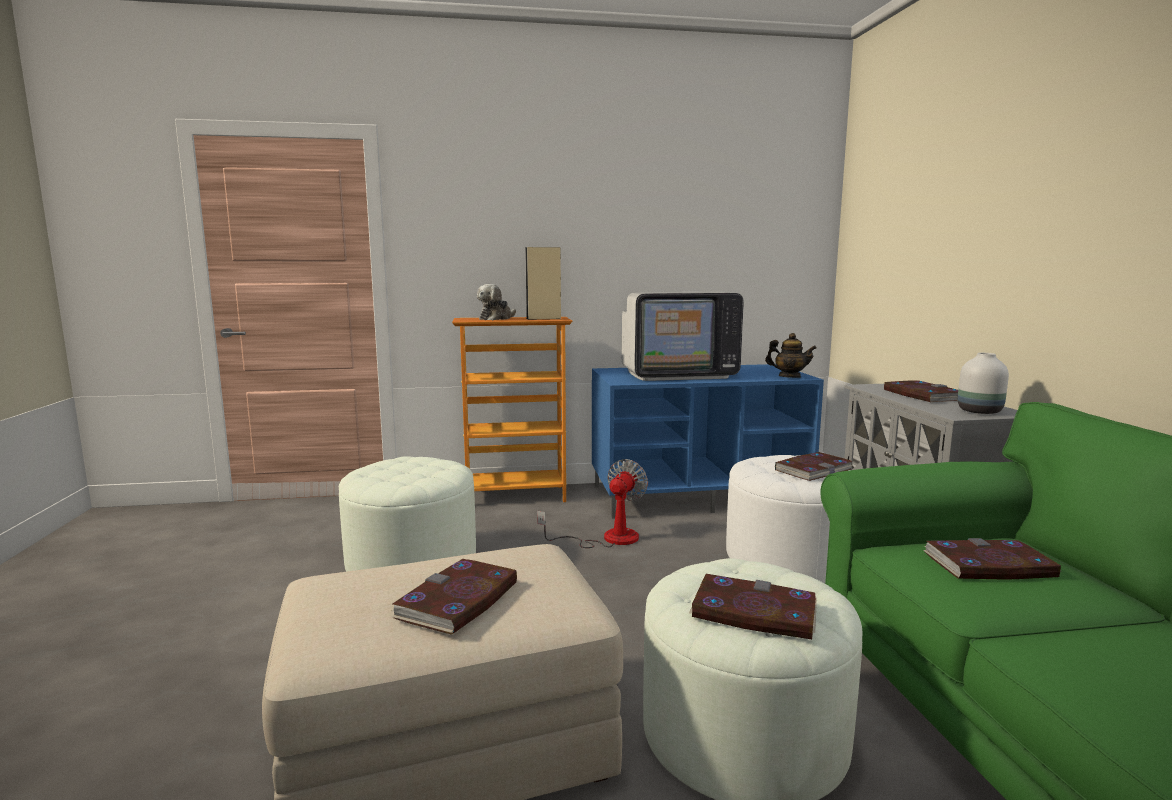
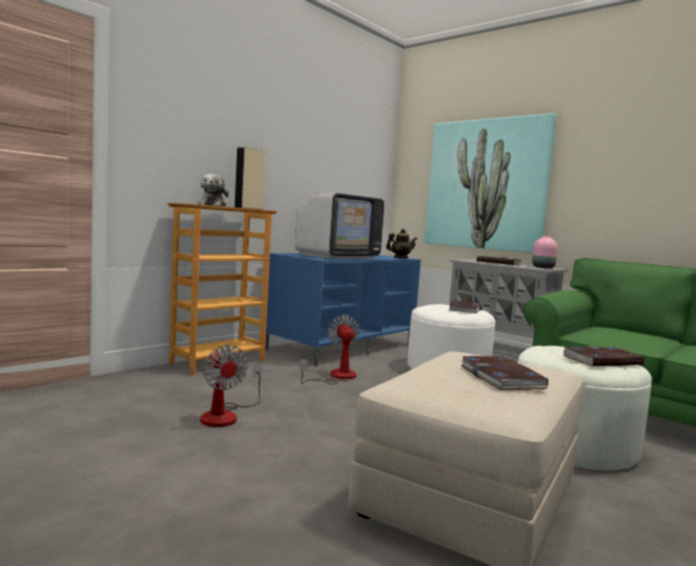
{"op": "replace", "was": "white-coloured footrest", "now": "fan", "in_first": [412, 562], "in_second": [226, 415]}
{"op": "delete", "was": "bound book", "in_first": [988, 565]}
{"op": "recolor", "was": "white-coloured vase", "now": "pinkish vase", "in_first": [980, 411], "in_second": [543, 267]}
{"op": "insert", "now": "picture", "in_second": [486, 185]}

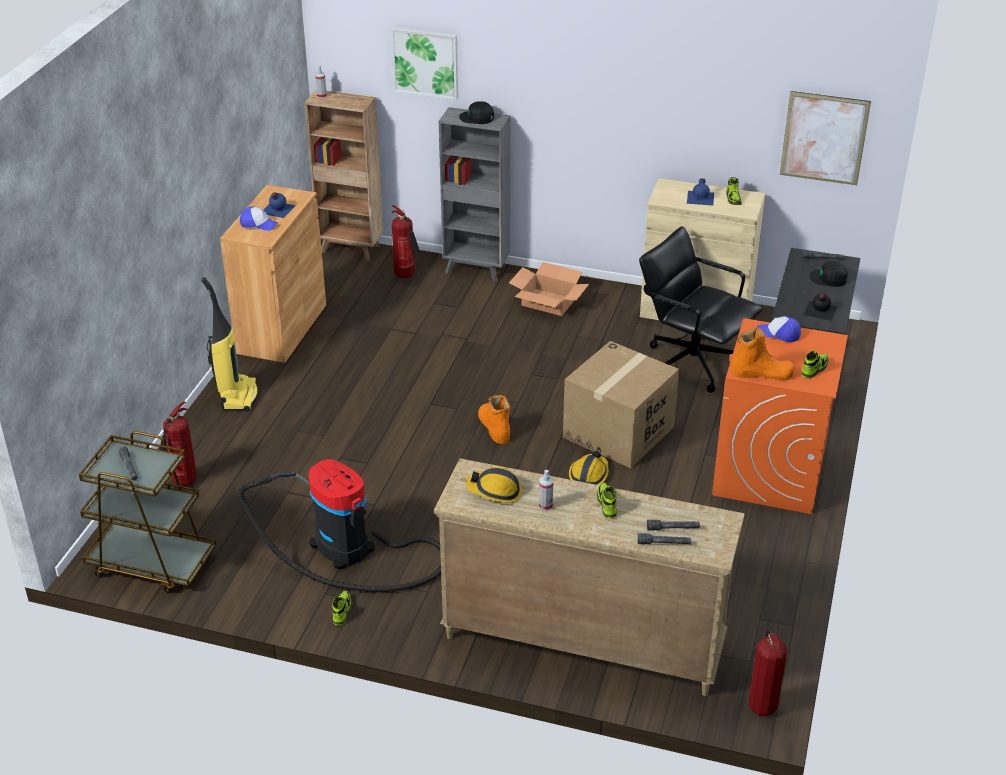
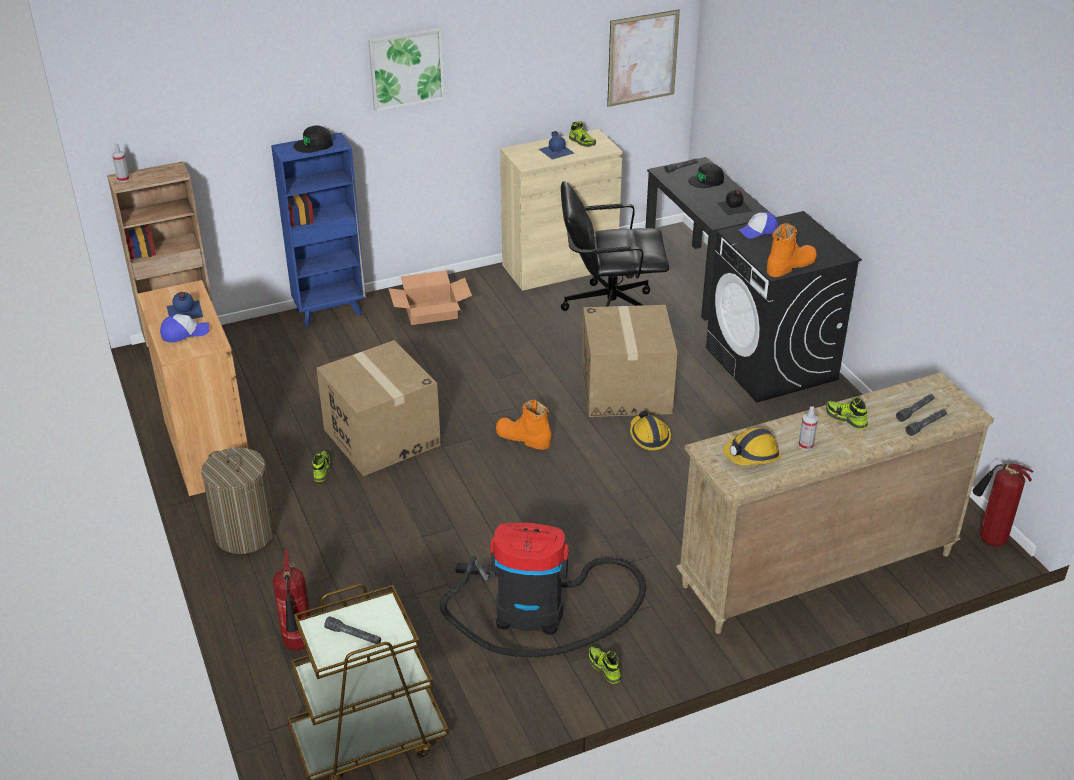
{"op": "replace", "was": "hoover", "now": "washing basket", "in_first": [237, 395], "in_second": [245, 534]}
{"op": "move", "was": "picture", "in_first": [425, 62], "in_second": [406, 68]}
{"op": "delete", "was": "fire-fighting cylinder", "in_first": [406, 276]}
{"op": "recolor", "was": "gray shelving unit", "now": "bluish shelving unit", "in_first": [476, 269], "in_second": [330, 312]}
{"op": "recolor", "was": "orangey washing machine", "now": "black-coloured washing machine", "in_first": [769, 472], "in_second": [771, 364]}
{"op": "move", "was": "item of footwear", "in_first": [814, 369], "in_second": [321, 470]}
{"op": "insert", "now": "packing box", "in_second": [381, 437]}

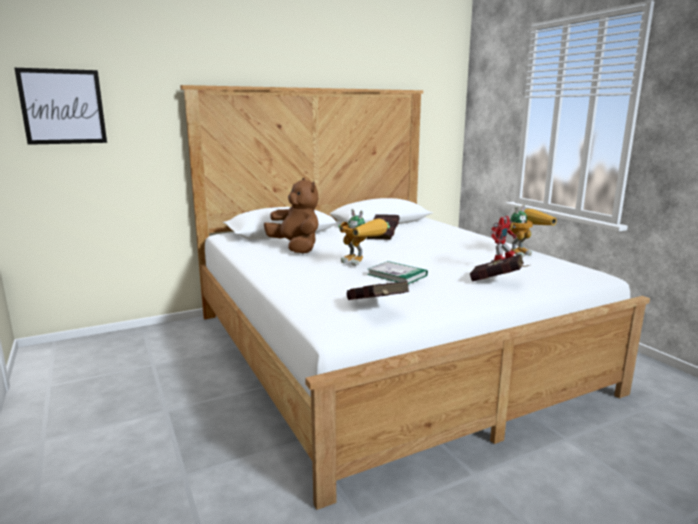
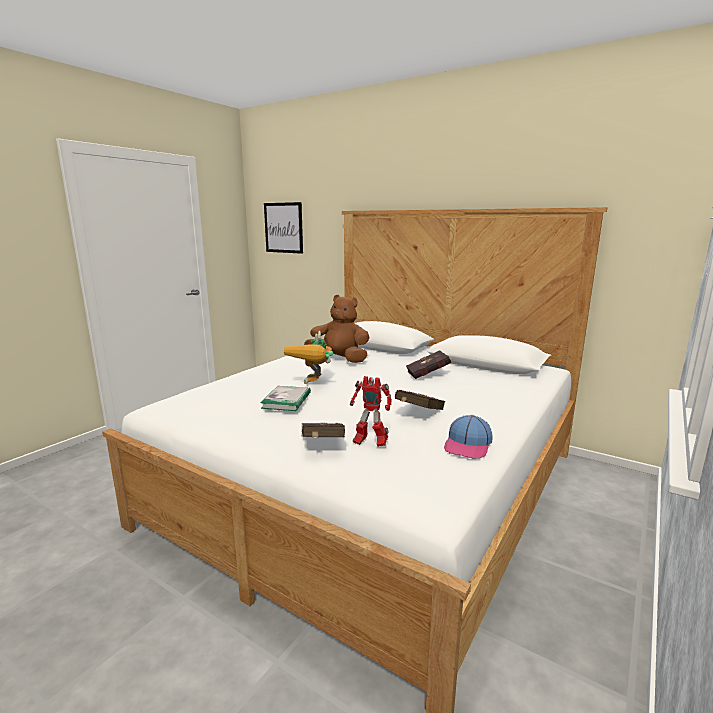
{"op": "rotate", "was": "brownish cuddly toy", "in_first": [296, 248], "in_second": [339, 359], "clockwise": -90}
{"op": "move", "was": "red-coloured bound book", "in_first": [377, 307], "in_second": [418, 414]}
{"op": "replace", "was": "robot figure", "now": "baseball cap", "in_first": [522, 253], "in_second": [468, 445]}

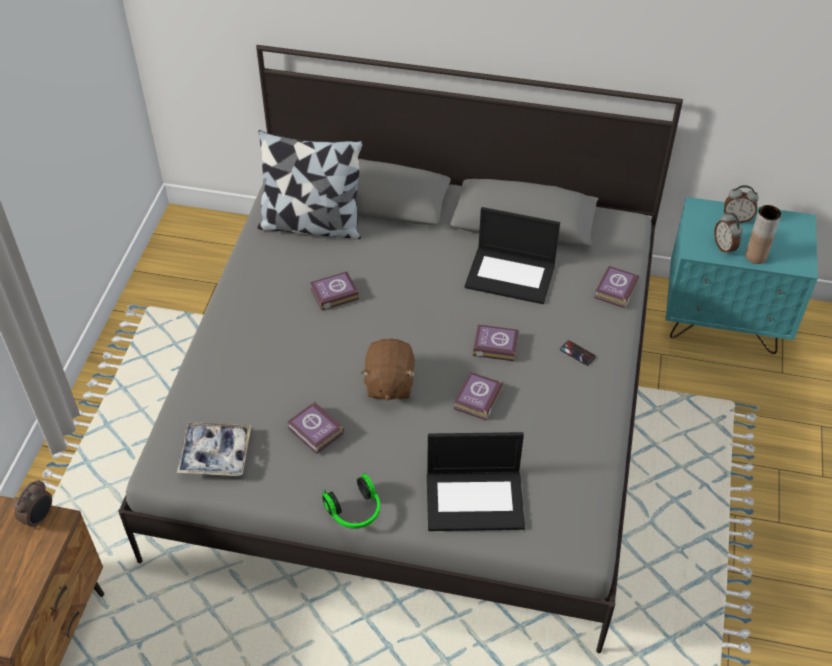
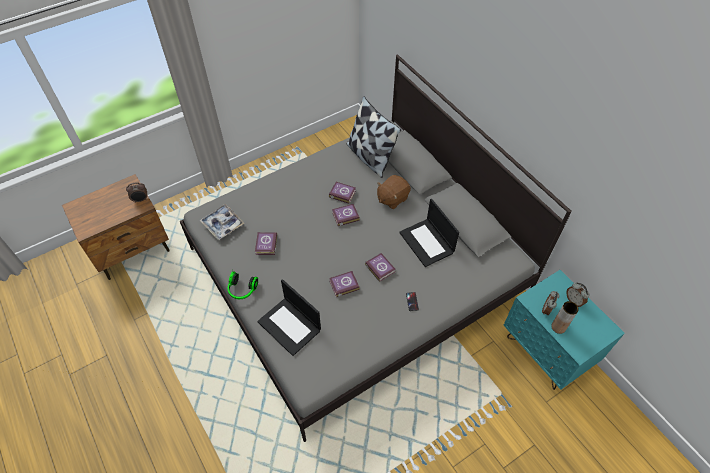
{"op": "move", "was": "brownish cuddly toy", "in_first": [389, 383], "in_second": [392, 198]}
{"op": "move", "was": "bound book", "in_first": [614, 290], "in_second": [345, 216]}

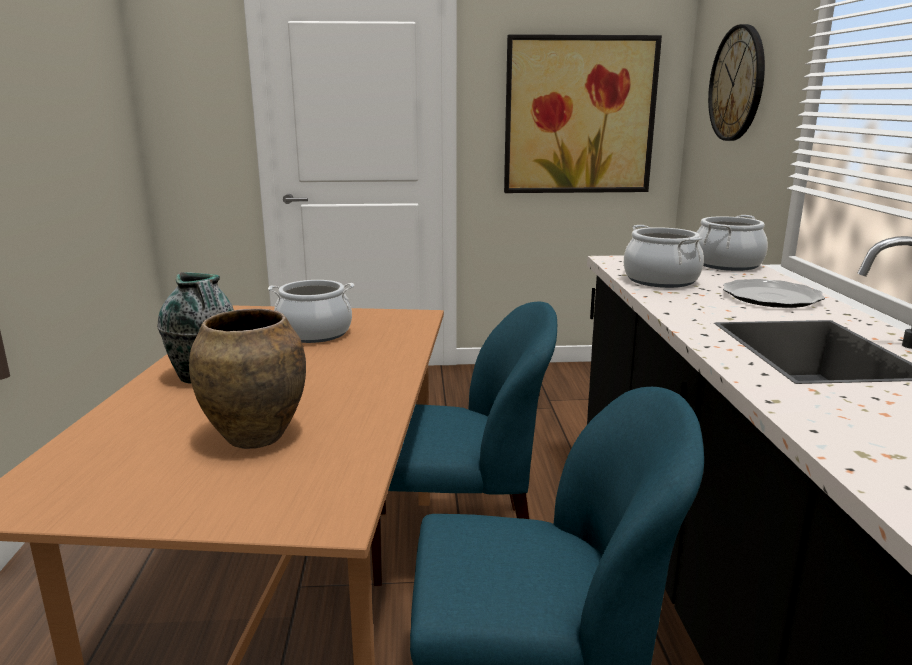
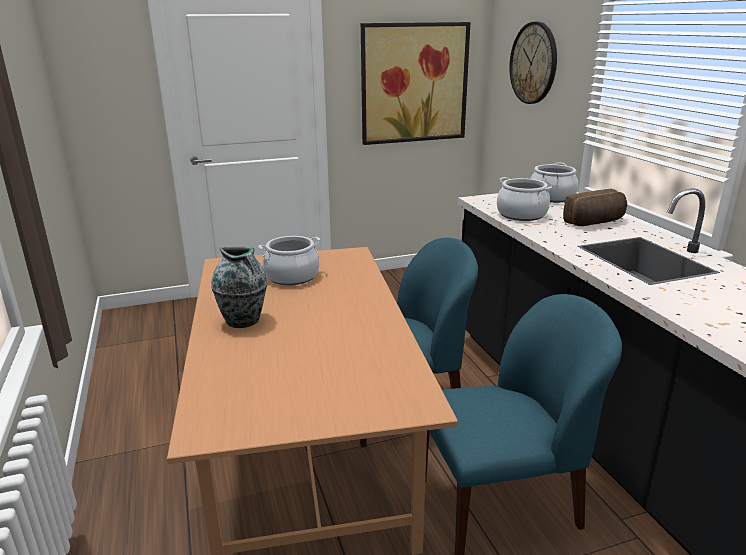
{"op": "delete", "was": "brownish vase", "in_first": [254, 437]}
{"op": "replace", "was": "plate", "now": "bakery bread", "in_first": [770, 297], "in_second": [595, 222]}

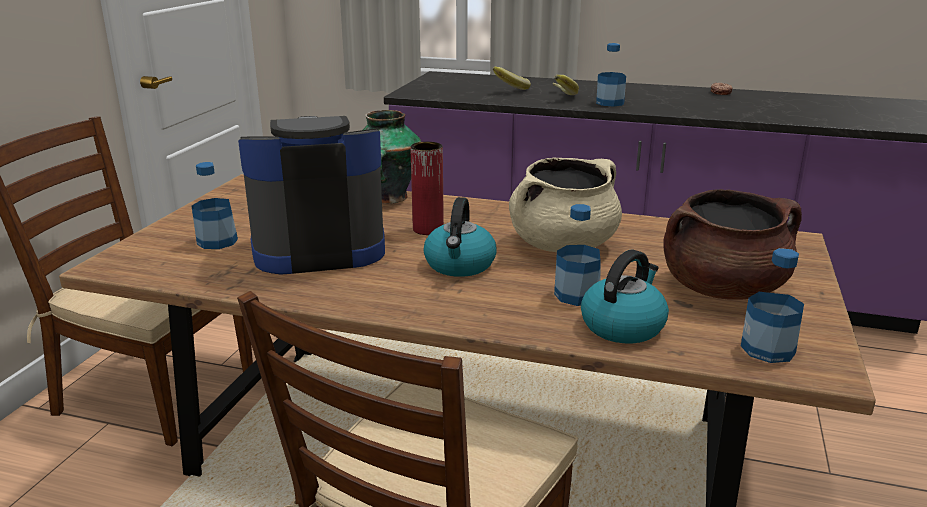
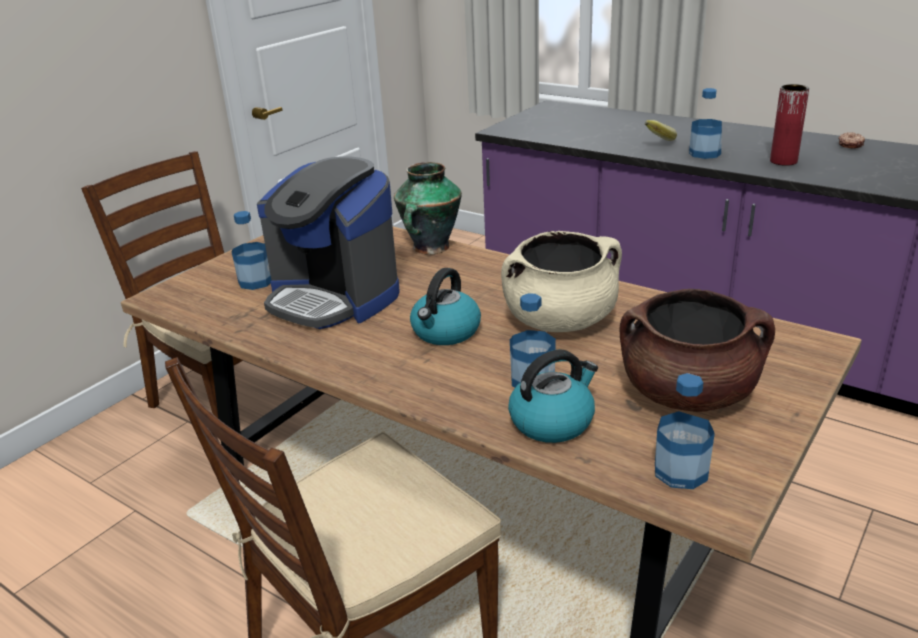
{"op": "rotate", "was": "coffee brewer", "in_first": [318, 248], "in_second": [334, 298], "clockwise": -150}
{"op": "move", "was": "red-coloured vase", "in_first": [428, 229], "in_second": [783, 161]}
{"op": "delete", "was": "whole banana", "in_first": [511, 89]}

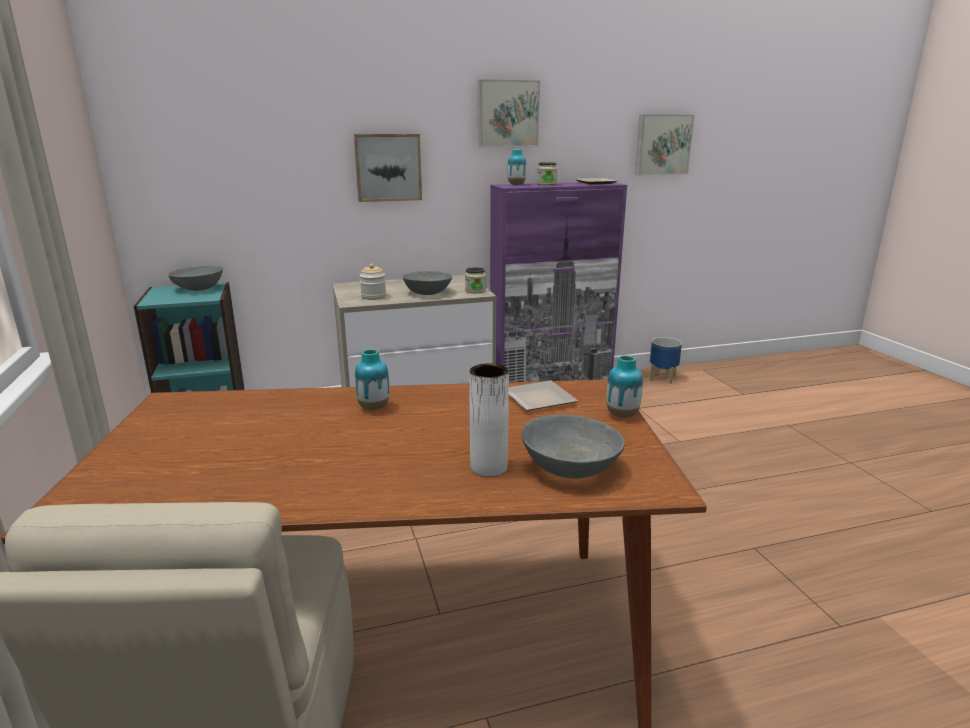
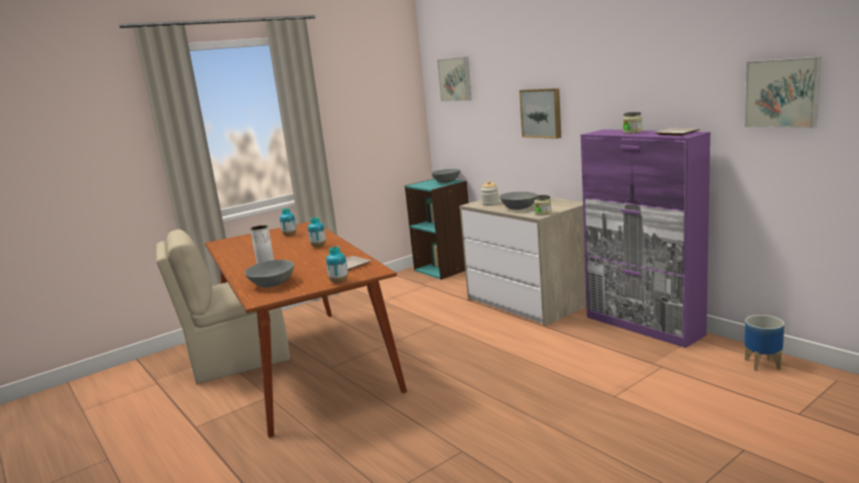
{"op": "move", "was": "picture", "in_first": [507, 114], "in_second": [456, 79]}
{"op": "move", "was": "vase", "in_first": [516, 185], "in_second": [290, 235]}

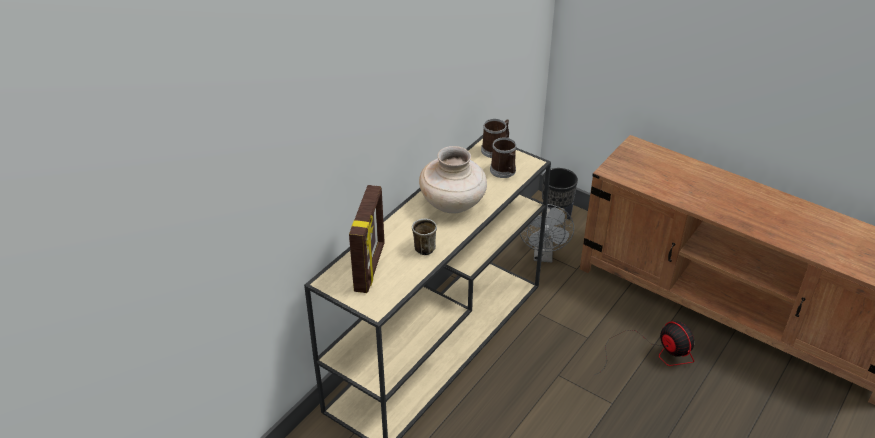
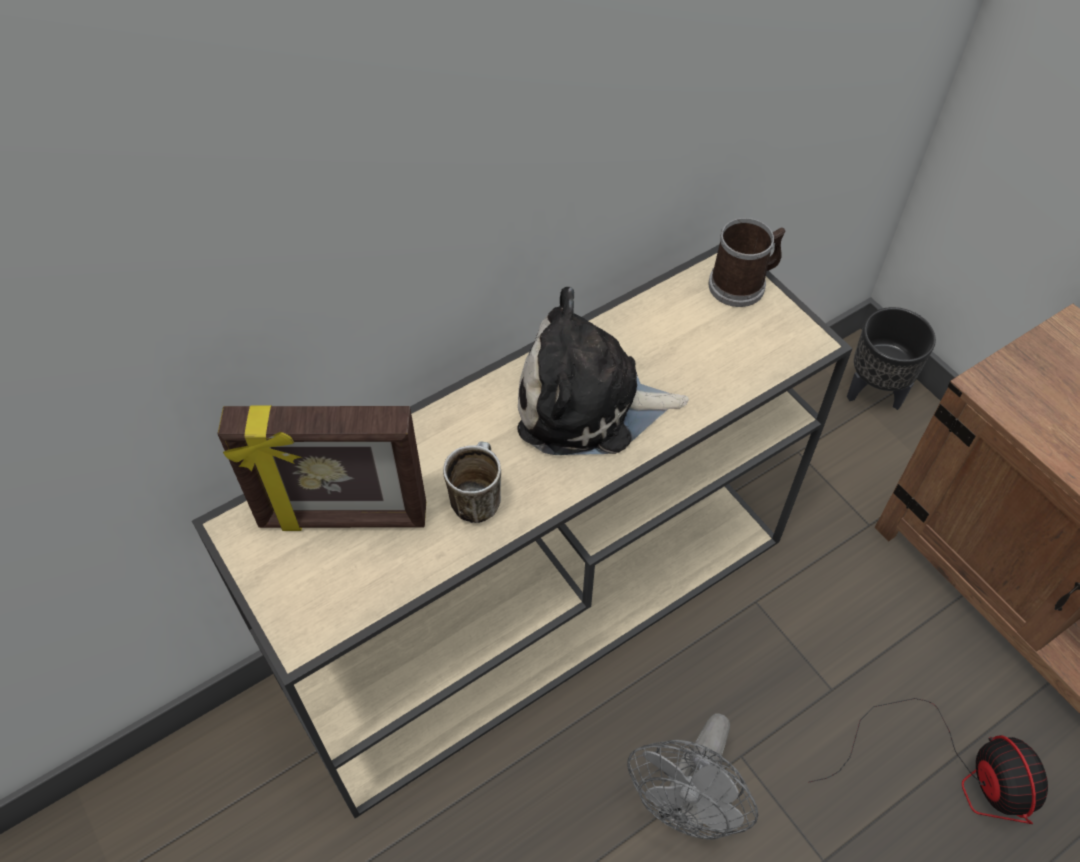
{"op": "rotate", "was": "picture frame", "in_first": [370, 267], "in_second": [343, 519], "clockwise": 60}
{"op": "replace", "was": "beige vase", "now": "cuddly toy", "in_first": [453, 204], "in_second": [588, 403]}
{"op": "delete", "was": "tea mug", "in_first": [504, 171]}
{"op": "move", "was": "gray fan", "in_first": [543, 255], "in_second": [686, 805]}

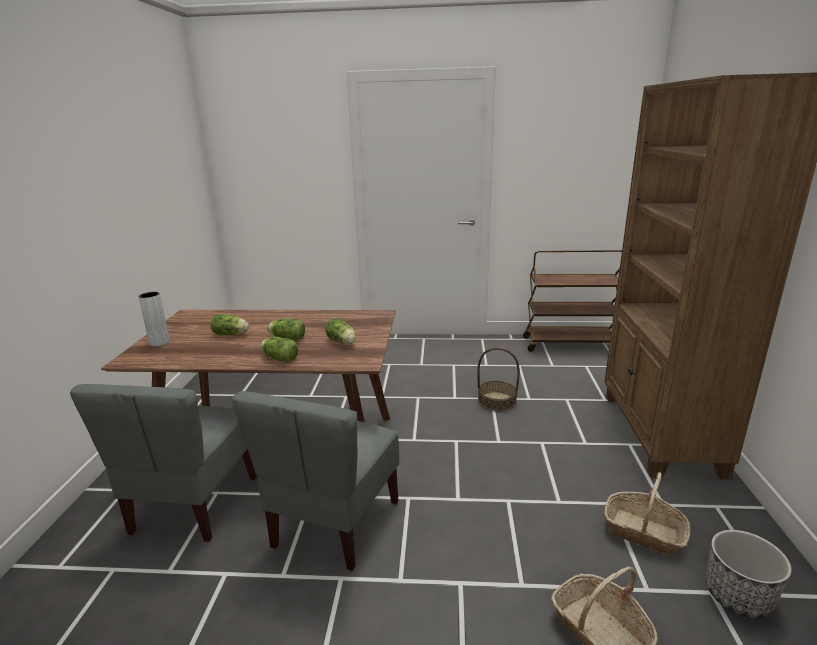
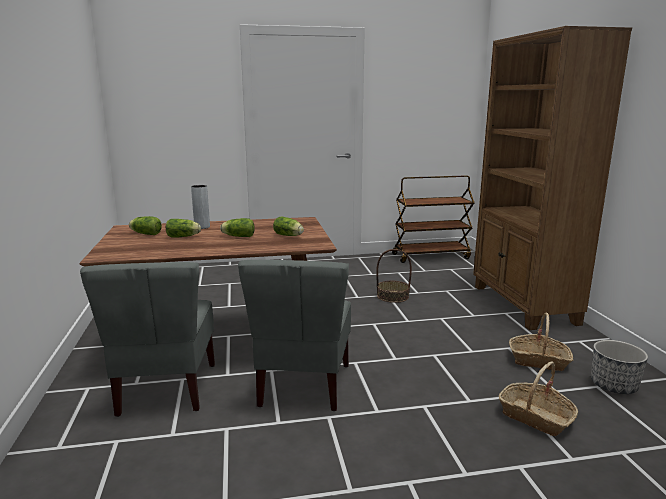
{"op": "move", "was": "gray vase", "in_first": [159, 342], "in_second": [202, 227]}
{"op": "move", "was": "lettuce head", "in_first": [279, 358], "in_second": [145, 234]}

